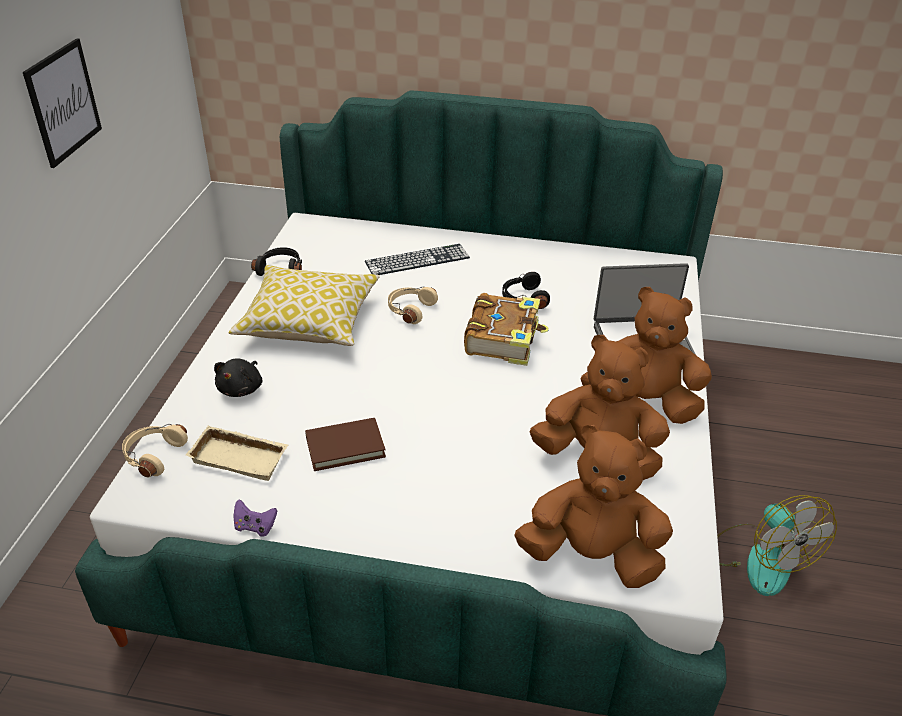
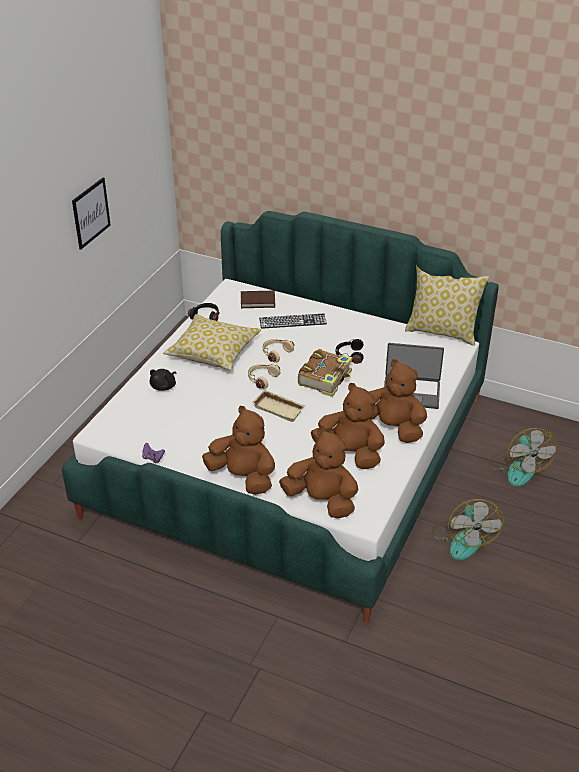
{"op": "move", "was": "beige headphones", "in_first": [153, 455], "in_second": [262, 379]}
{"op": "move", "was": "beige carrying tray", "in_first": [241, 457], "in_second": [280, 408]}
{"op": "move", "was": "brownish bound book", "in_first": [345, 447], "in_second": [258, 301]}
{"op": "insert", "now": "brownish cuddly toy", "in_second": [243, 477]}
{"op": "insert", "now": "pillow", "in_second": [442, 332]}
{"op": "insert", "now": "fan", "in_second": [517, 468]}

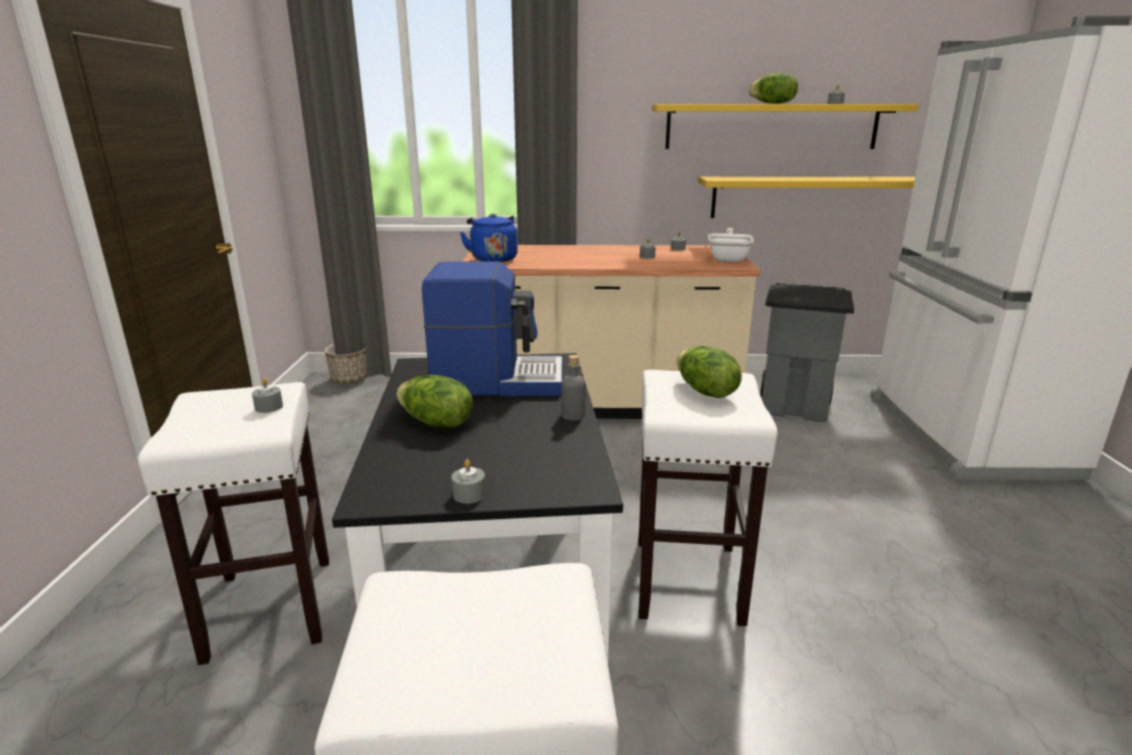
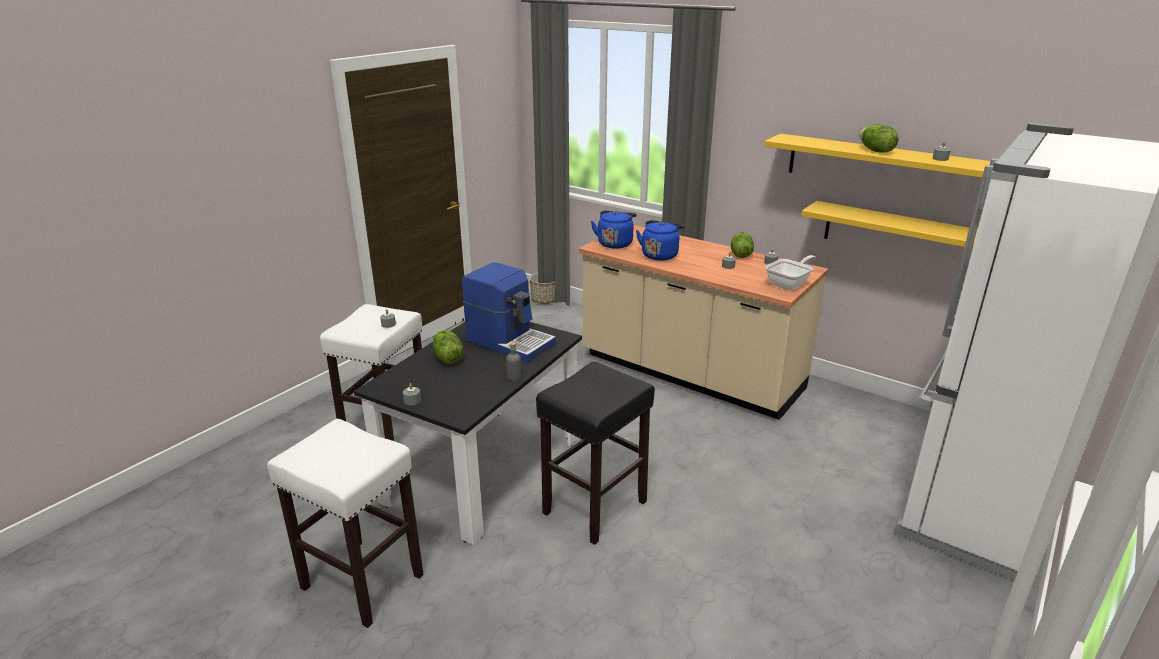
{"op": "recolor", "was": "white-coloured stool", "now": "black-coloured stool", "in_first": [688, 581], "in_second": [594, 508]}
{"op": "move", "was": "lettuce head", "in_first": [705, 391], "in_second": [740, 255]}
{"op": "delete", "was": "gray rubbish bin", "in_first": [795, 406]}
{"op": "insert", "now": "bluish water kettle", "in_second": [660, 255]}

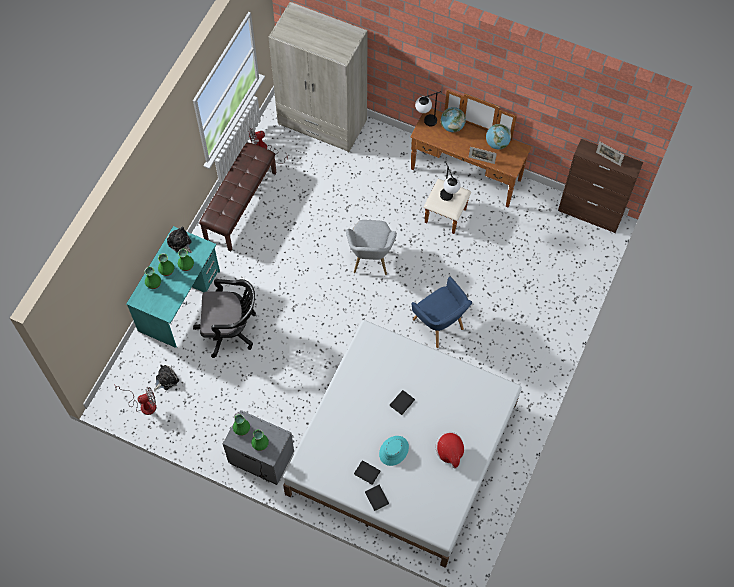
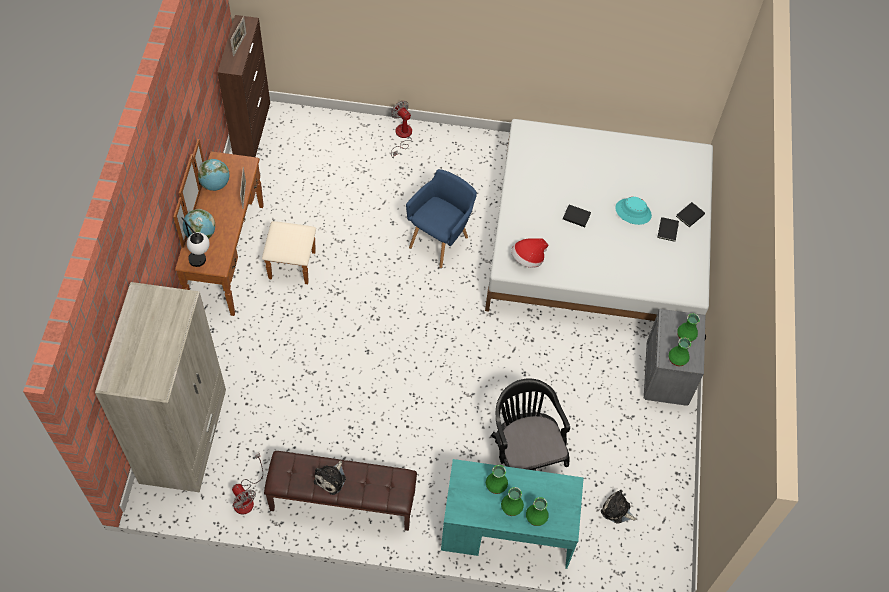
{"op": "move", "was": "fan", "in_first": [143, 404], "in_second": [402, 136]}
{"op": "move", "was": "cuddly toy", "in_first": [180, 243], "in_second": [331, 479]}
{"op": "delete", "was": "gray armchair", "in_first": [370, 260]}
{"op": "move", "was": "wearable hat", "in_first": [449, 451], "in_second": [528, 259]}
{"op": "delete", "was": "tabletop lamp", "in_first": [448, 199]}

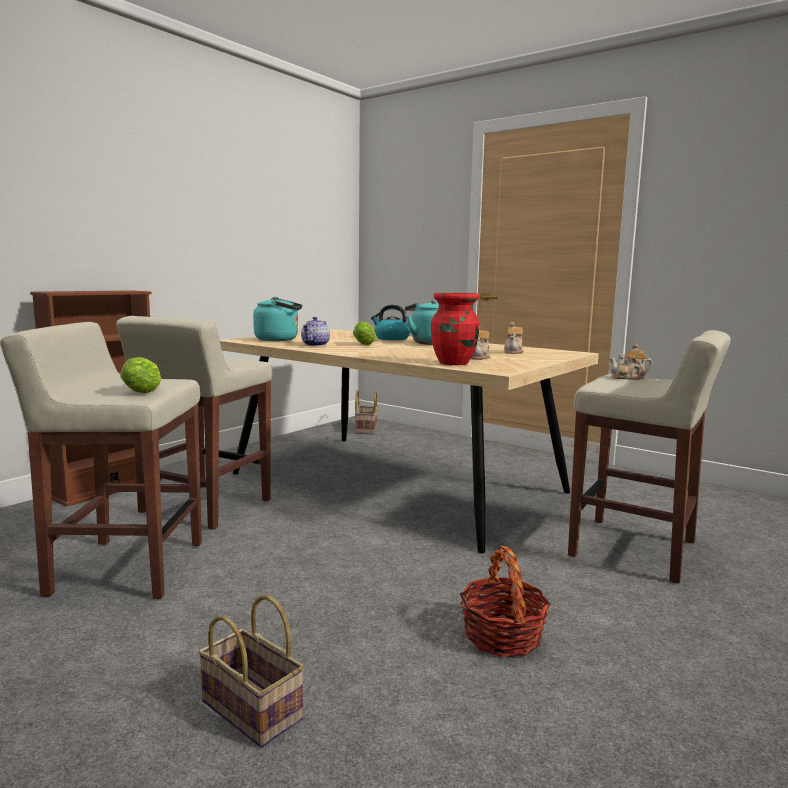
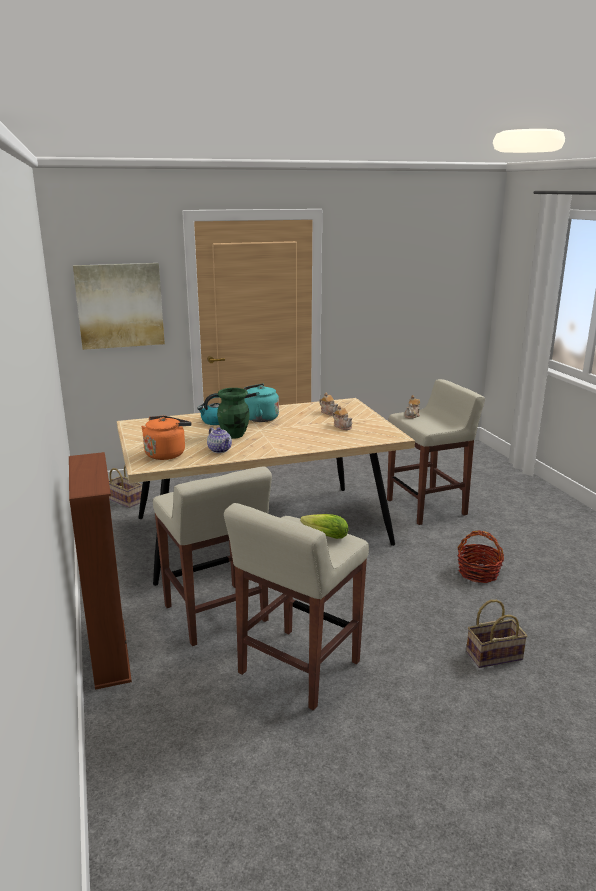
{"op": "recolor", "was": "turquoise-coloured water kettle", "now": "orangey water kettle", "in_first": [279, 340], "in_second": [166, 453]}
{"op": "replace", "was": "lettuce head", "now": "greenish vase", "in_first": [364, 344], "in_second": [234, 435]}
{"op": "delete", "was": "red-coloured vase", "in_first": [454, 363]}
{"op": "insert", "now": "picture", "in_second": [120, 305]}

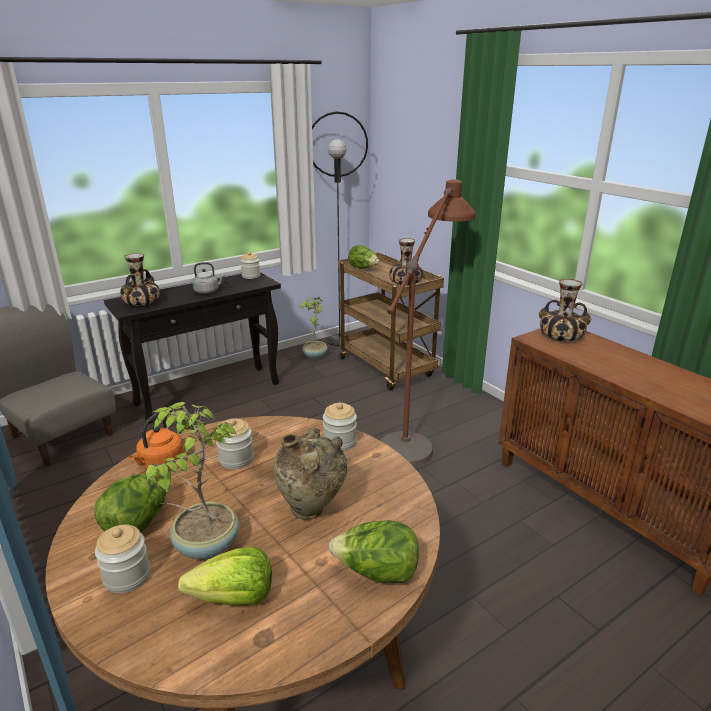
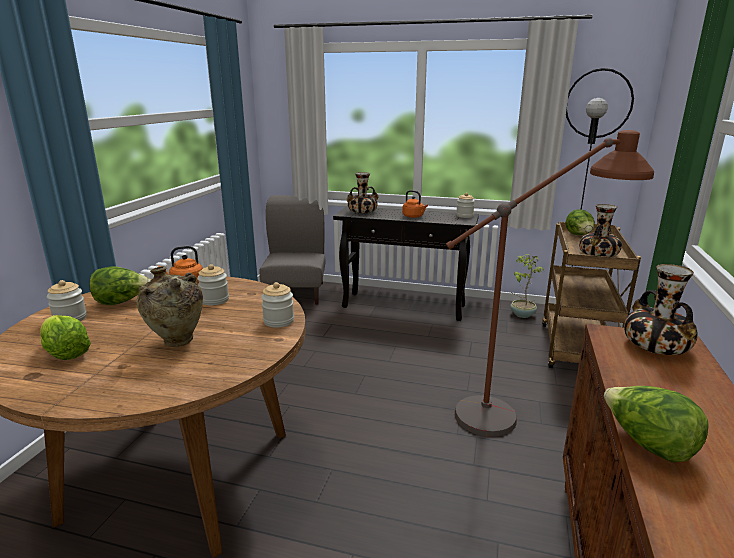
{"op": "delete", "was": "houseplant", "in_first": [205, 545]}
{"op": "recolor", "was": "gray water kettle", "now": "orangey water kettle", "in_first": [208, 291], "in_second": [414, 216]}
{"op": "move", "was": "lettuce head", "in_first": [376, 573], "in_second": [647, 445]}

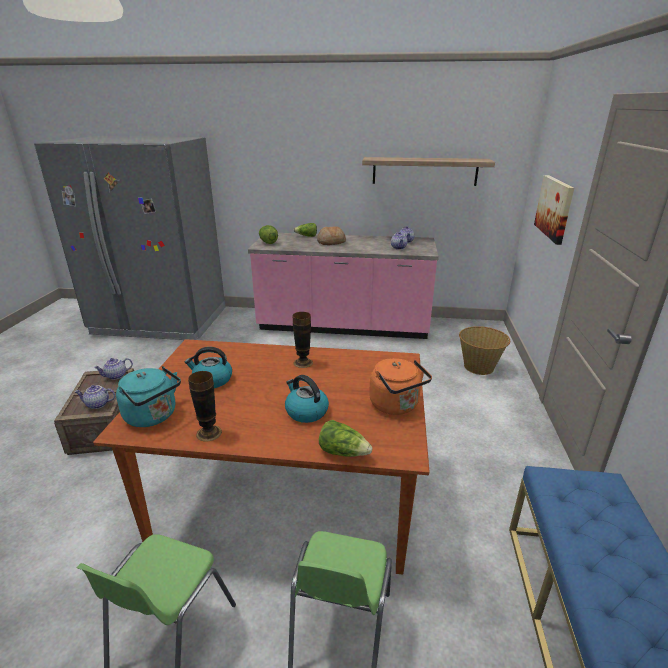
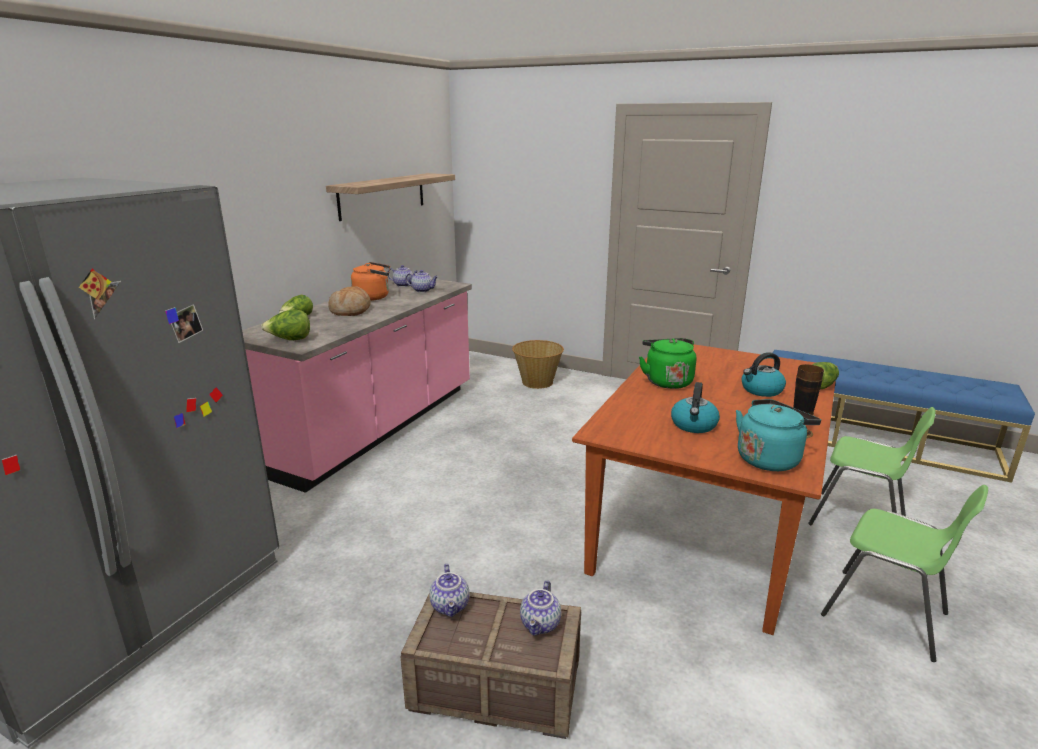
{"op": "replace", "was": "vase", "now": "greenish water kettle", "in_first": [303, 362], "in_second": [667, 381]}
{"op": "move", "was": "orangey water kettle", "in_first": [396, 405], "in_second": [374, 297]}
{"op": "delete", "was": "picture", "in_first": [554, 208]}

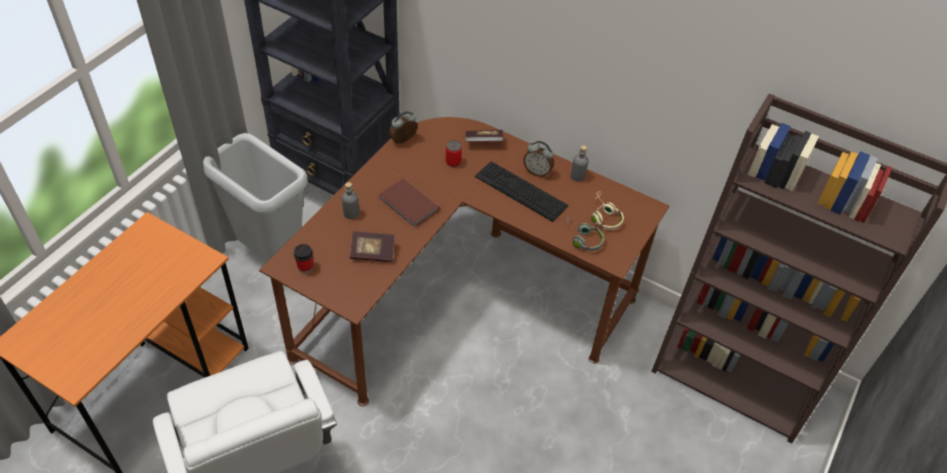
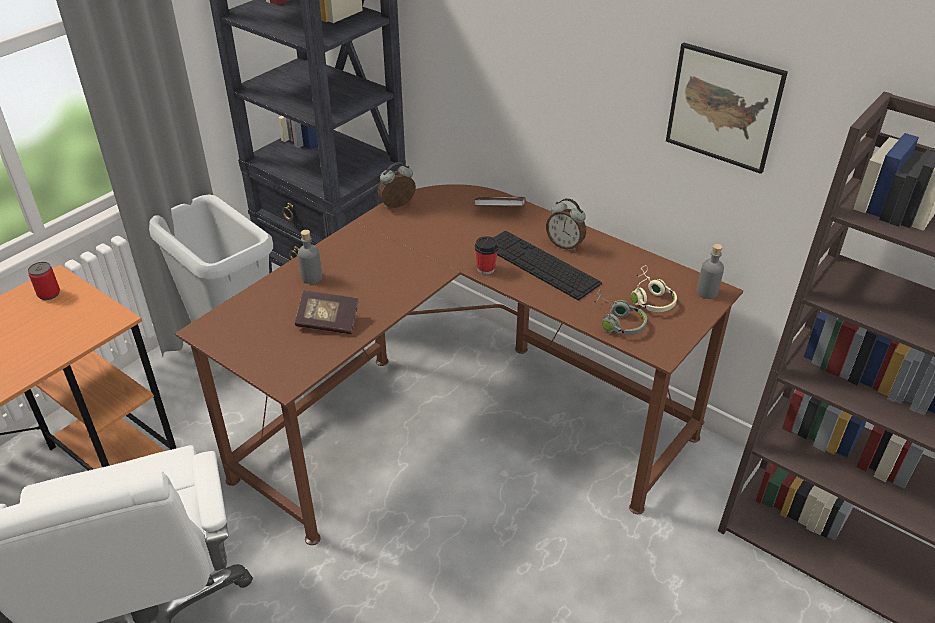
{"op": "move", "was": "drinking cup", "in_first": [305, 267], "in_second": [486, 269]}
{"op": "delete", "was": "brownish bound book", "in_first": [408, 205]}
{"op": "move", "was": "sealed can", "in_first": [453, 162], "in_second": [49, 294]}
{"op": "move", "was": "gray bottle", "in_first": [577, 176], "in_second": [707, 292]}
{"op": "insert", "now": "picture", "in_second": [723, 107]}

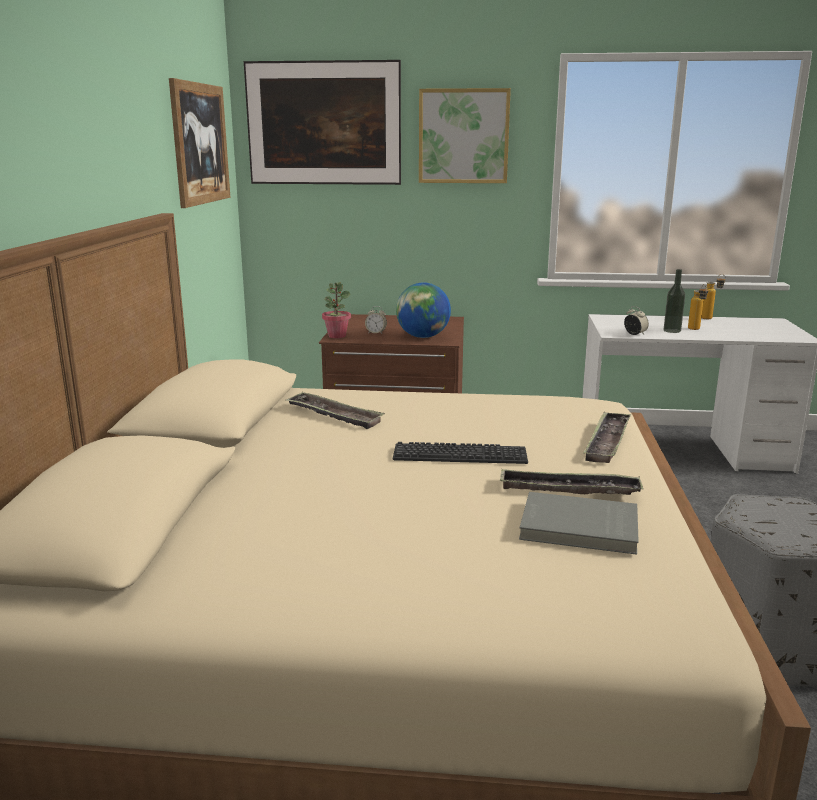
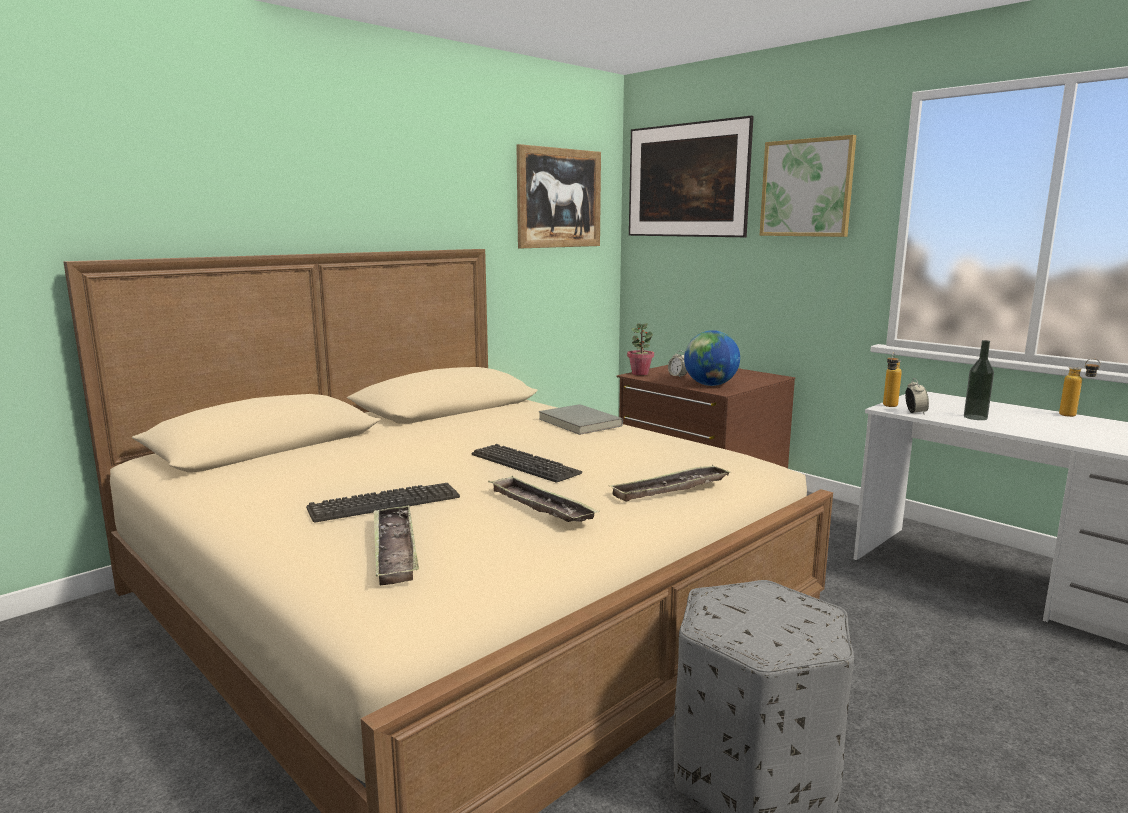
{"op": "move", "was": "carrying tray", "in_first": [334, 415], "in_second": [394, 550]}
{"op": "move", "was": "gray bound book", "in_first": [579, 528], "in_second": [578, 423]}
{"op": "move", "was": "bottle", "in_first": [696, 330], "in_second": [889, 406]}
{"op": "insert", "now": "keyboard", "in_second": [384, 503]}

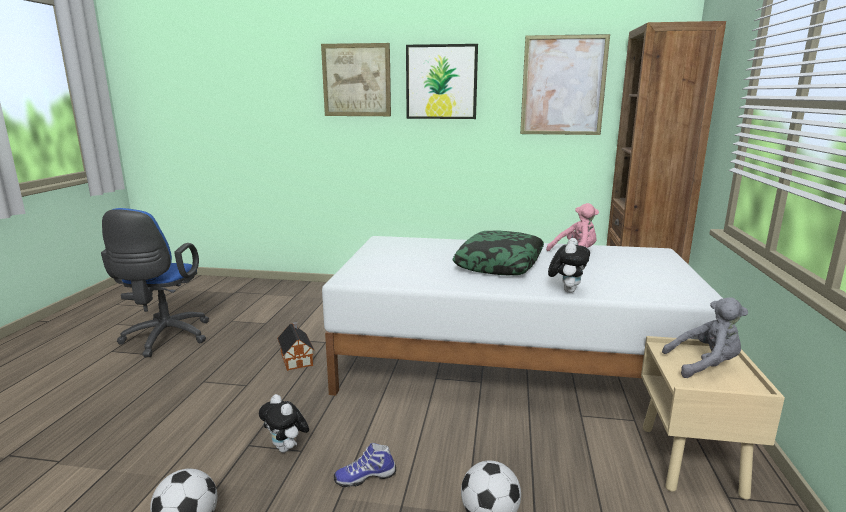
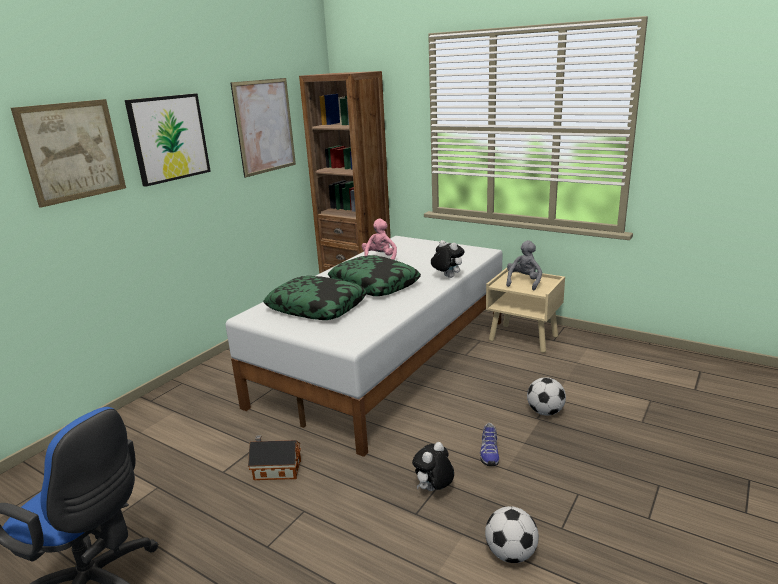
{"op": "rotate", "was": "cuddly toy", "in_first": [287, 448], "in_second": [433, 490], "clockwise": 150}
{"op": "insert", "now": "pillow", "in_second": [317, 307]}

